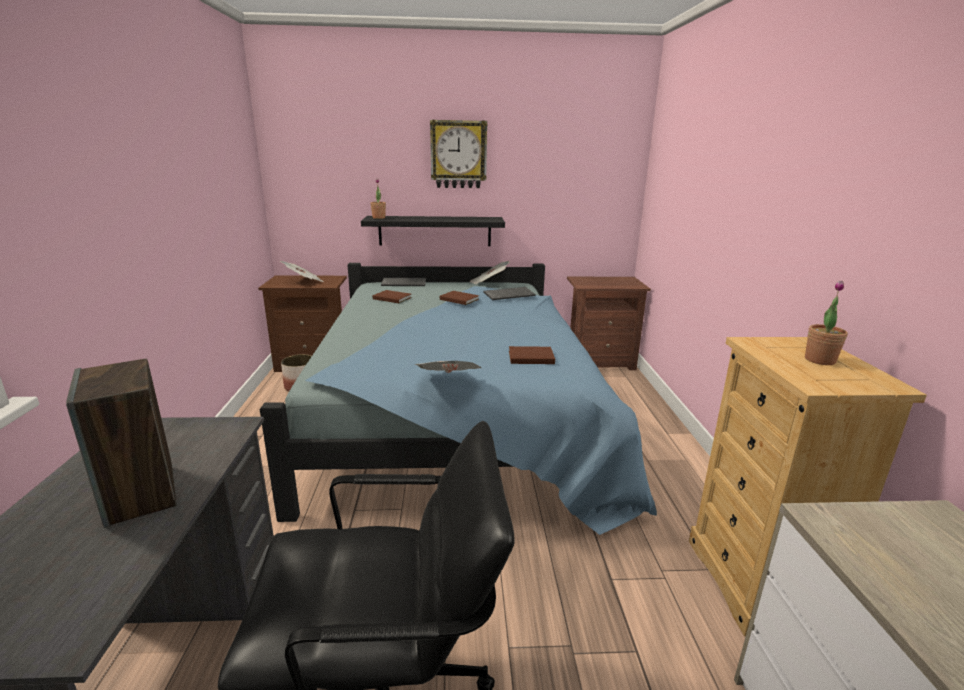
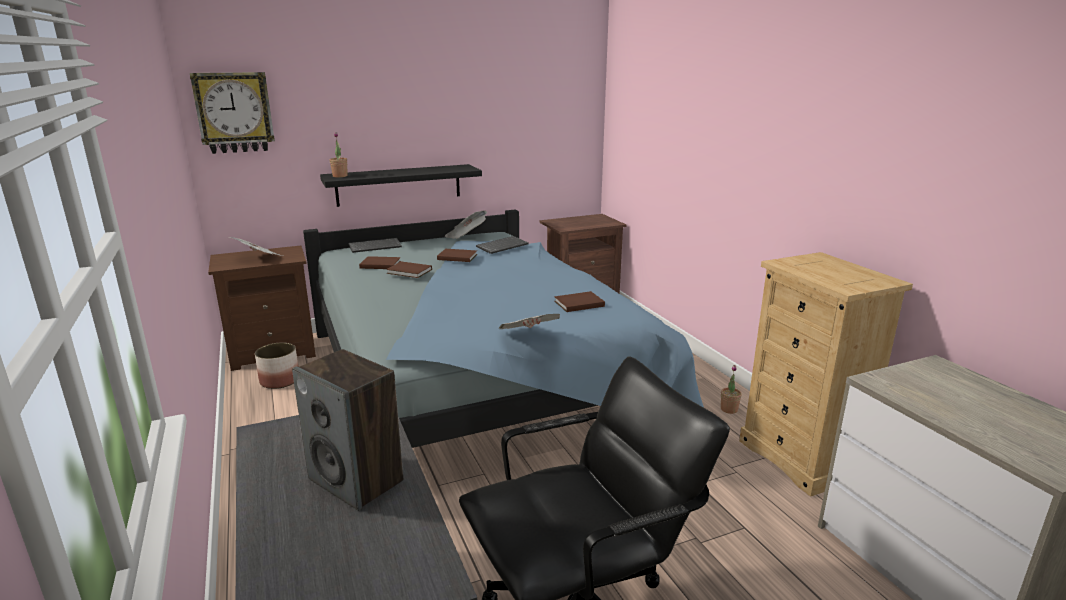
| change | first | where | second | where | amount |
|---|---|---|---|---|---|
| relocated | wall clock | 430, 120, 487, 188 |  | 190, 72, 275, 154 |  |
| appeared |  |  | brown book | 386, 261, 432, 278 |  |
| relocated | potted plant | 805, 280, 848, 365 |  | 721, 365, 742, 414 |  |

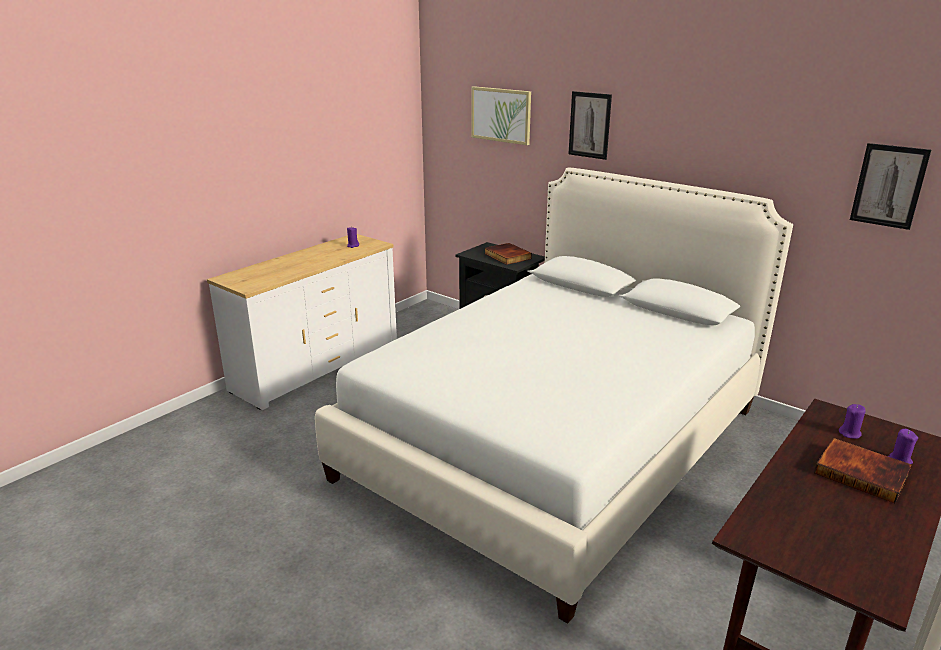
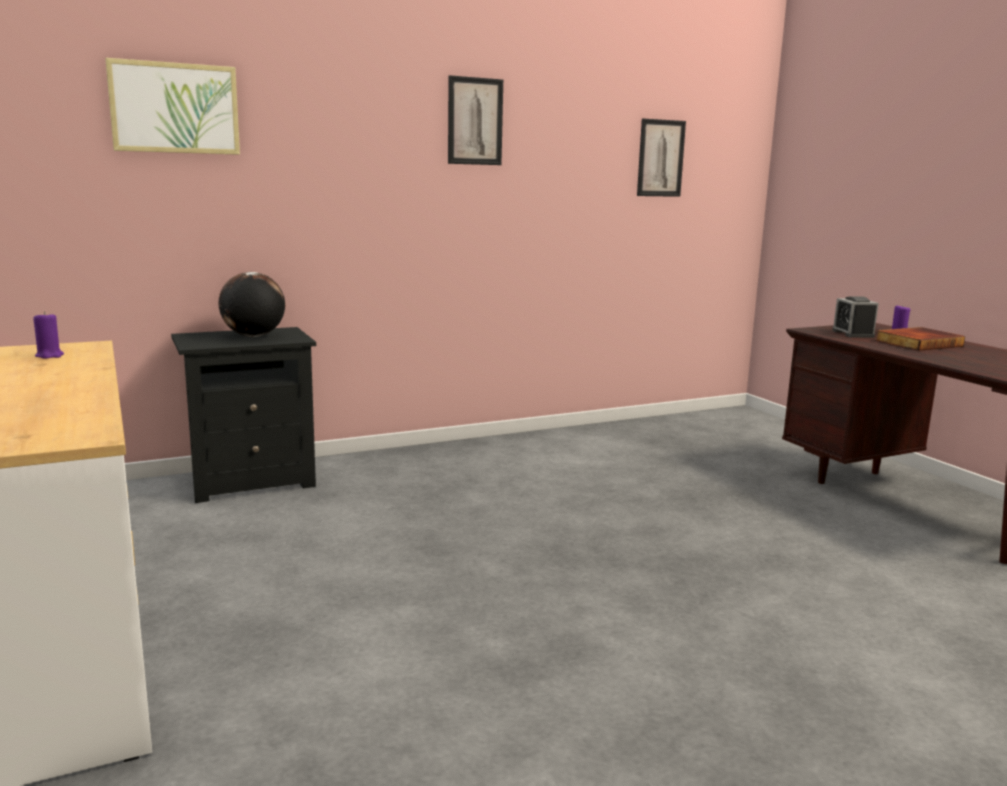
| change | first | where | second | where | amount |
|---|---|---|---|---|---|
| exchanged | book | 484, 243, 532, 265 | globe | 218, 272, 285, 337 |  |
| relocated | picture | 569, 91, 612, 160 |  | 448, 75, 503, 165 |  |
| exchanged | purple candle | 839, 404, 866, 439 | alarm clock | 832, 297, 879, 338 |  |
| missing | white bed | 315, 168, 793, 624 |  |  |  |

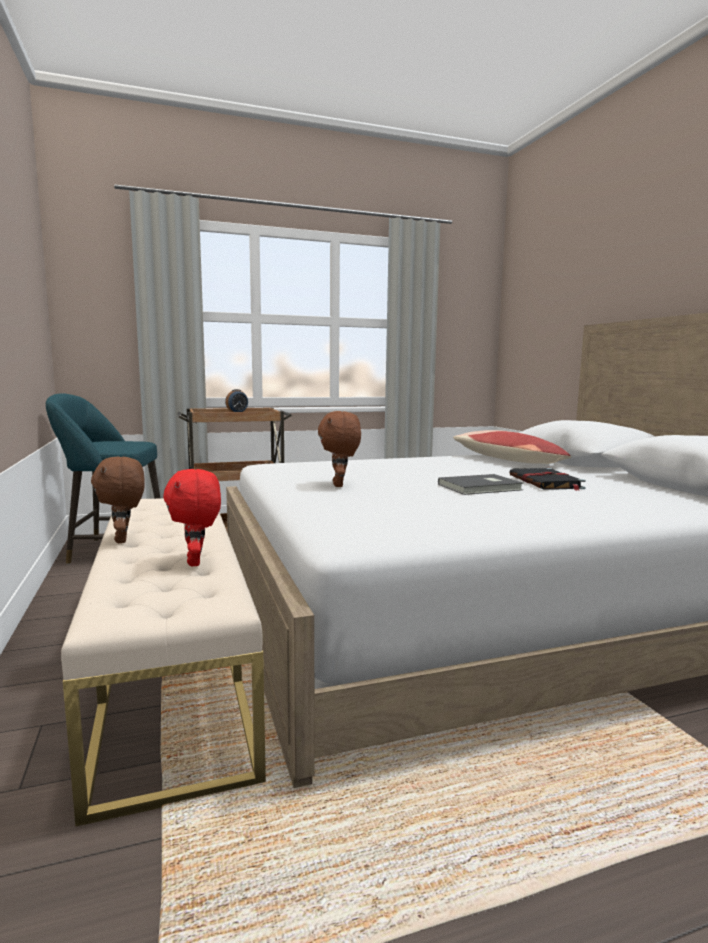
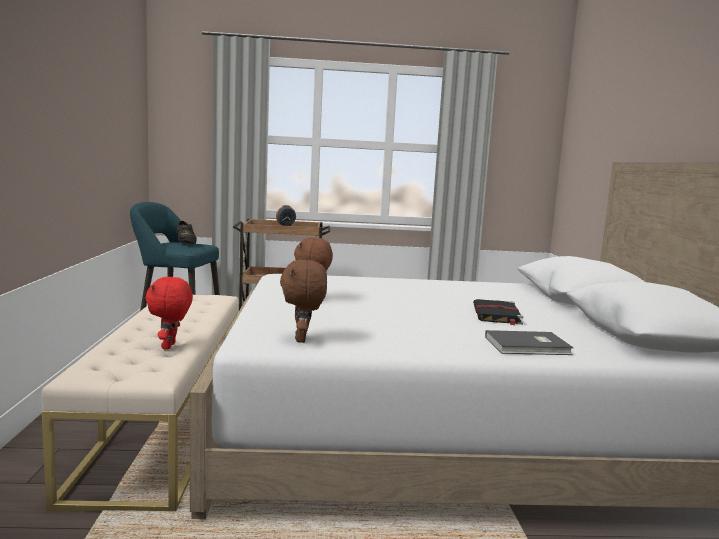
| change | first | where | second | where | amount |
|---|---|---|---|---|---|
| appeared |  |  | black shoe | 176, 221, 197, 244 |  |
| relocated | brown plush toy | 91, 456, 145, 543 |  | 280, 260, 327, 343 |  |
| relocated | grey book | 438, 474, 524, 495 |  | 485, 330, 574, 355 |  |
| missing | pillow | 453, 430, 571, 464 |  |  |  |

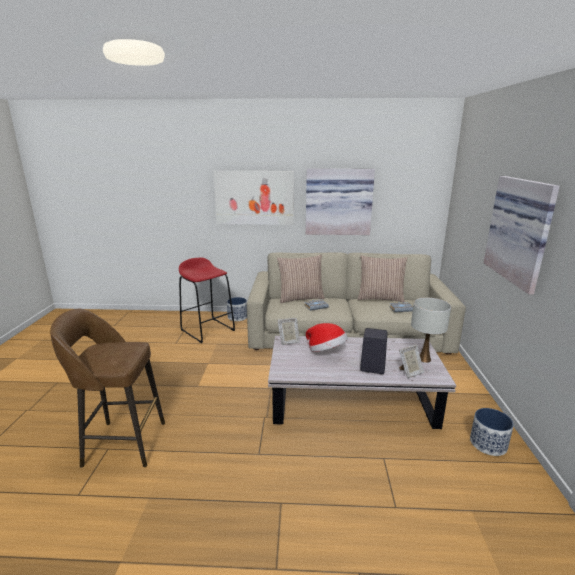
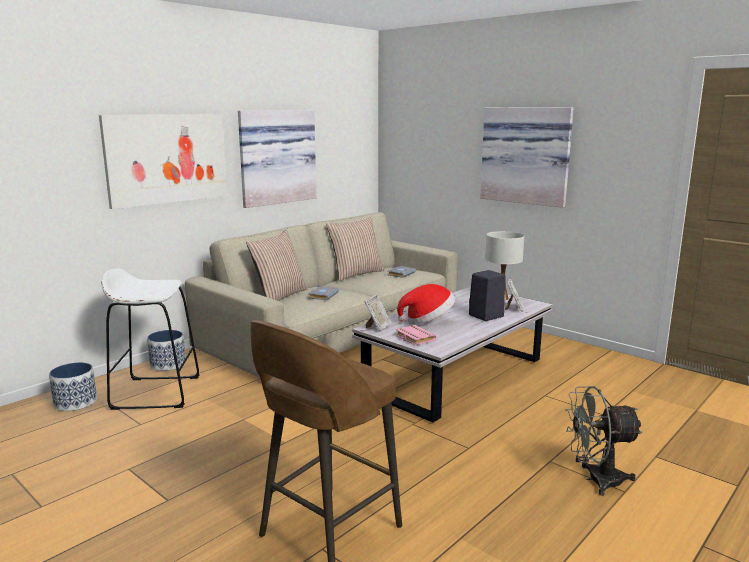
| change | first | where | second | where | amount |
|---|---|---|---|---|---|
| relocated | planter | 470, 408, 514, 456 |  | 49, 362, 97, 411 |  |
| colour | red stool | 179, 258, 235, 343 | white stool | 101, 268, 199, 410 |  |
| appeared |  |  | pink book | 395, 325, 437, 345 |  |
| appeared |  |  | grey fan | 565, 386, 643, 496 |  |

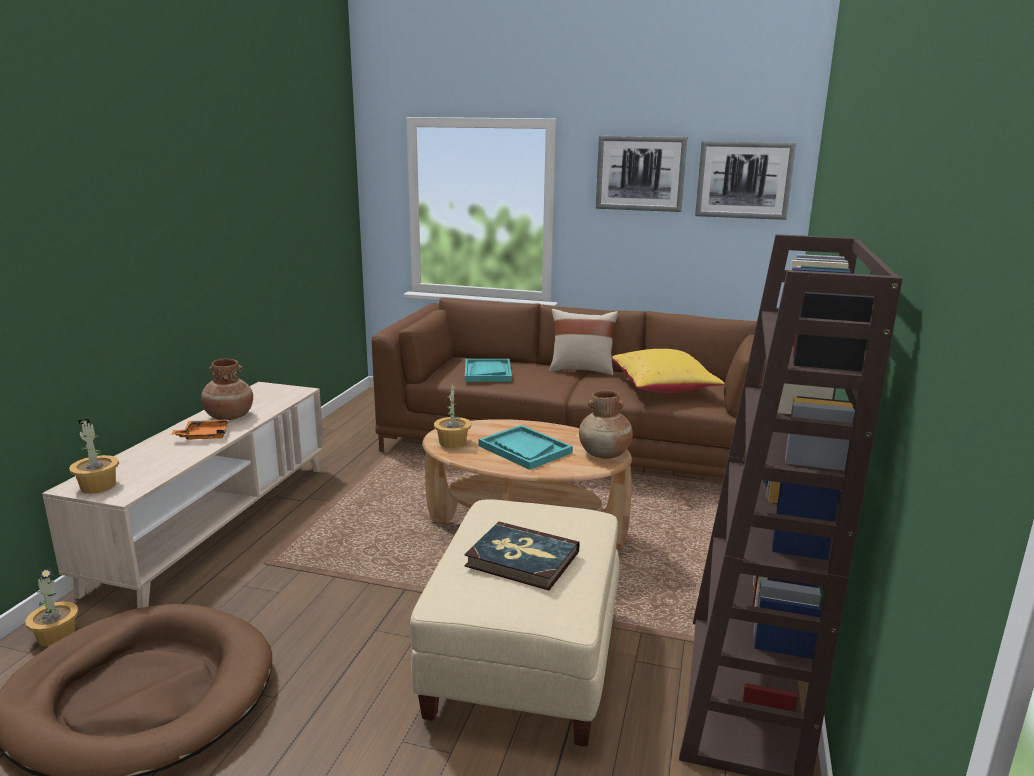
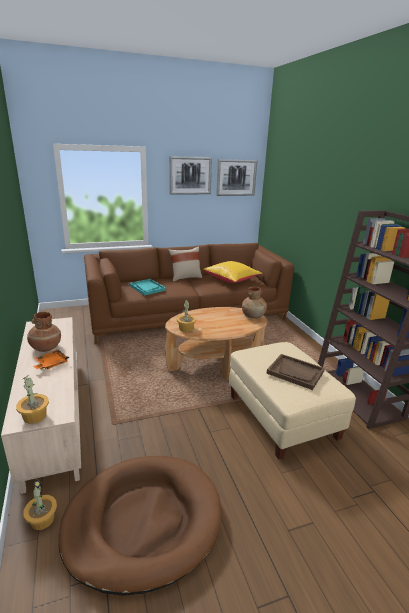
| change | first | where | second | where | amount |
|---|---|---|---|---|---|
| exchanged | book | 464, 522, 580, 590 | brown tray | 266, 354, 325, 390 |  |
| missing | turquoise tray | 479, 425, 573, 470 |  |  |  |

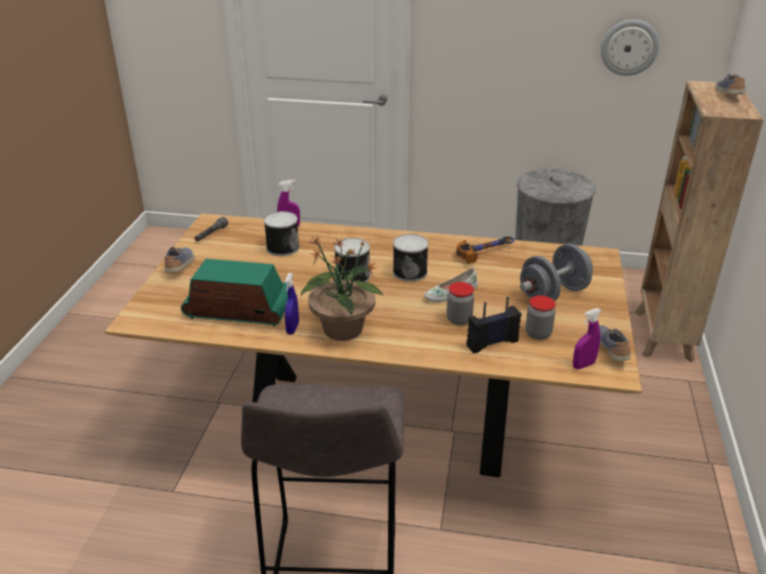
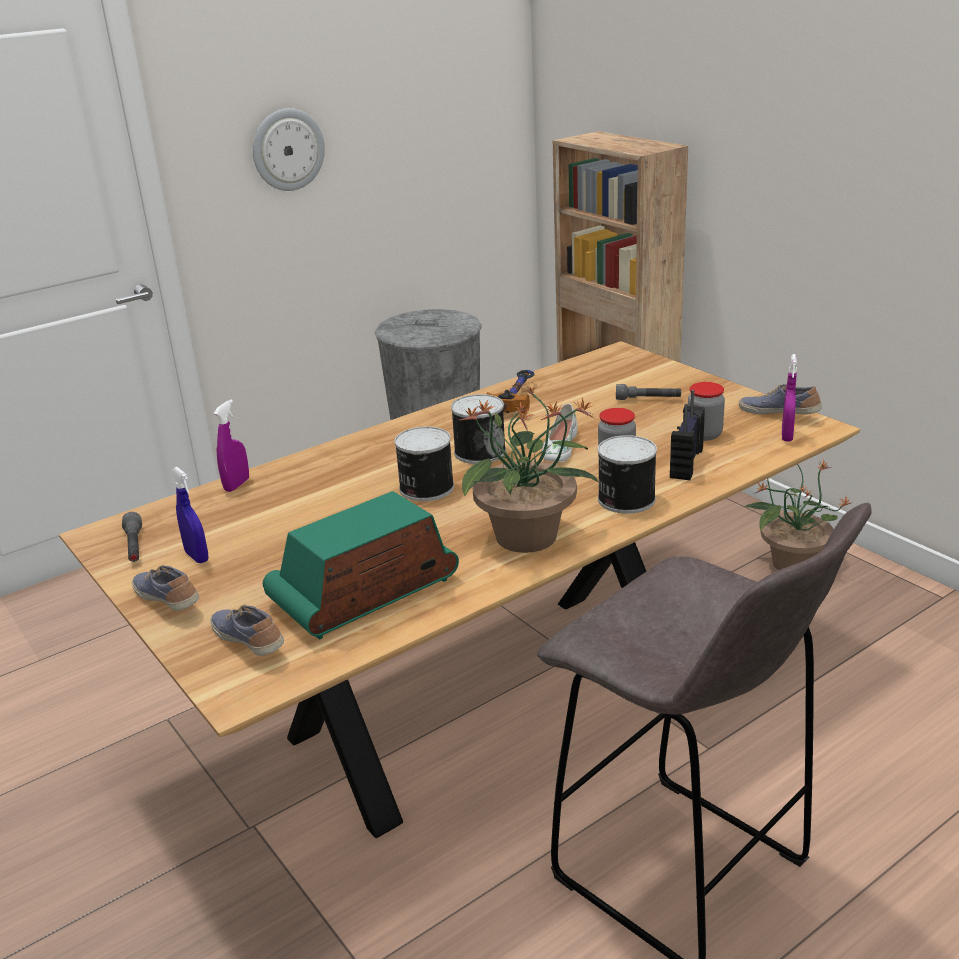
| change | first | where | second | where | amount |
|---|---|---|---|---|---|
| relocated | blue spray bottle | 285, 273, 299, 335 |  | 172, 467, 209, 563 |  |
| relocated | shoe | 715, 74, 745, 94 |  | 210, 604, 284, 656 |  |
| relocated | wall clock | 601, 20, 659, 76 |  | 253, 108, 325, 191 |  |
| relocated | can | 264, 211, 299, 256 |  | 598, 435, 657, 514 |  |
| exchanged | grey dumbbell | 520, 244, 593, 301 | grey flashlight | 616, 384, 681, 400 |  |
| appeared |  |  | potted plant | 744, 459, 851, 570 |  |

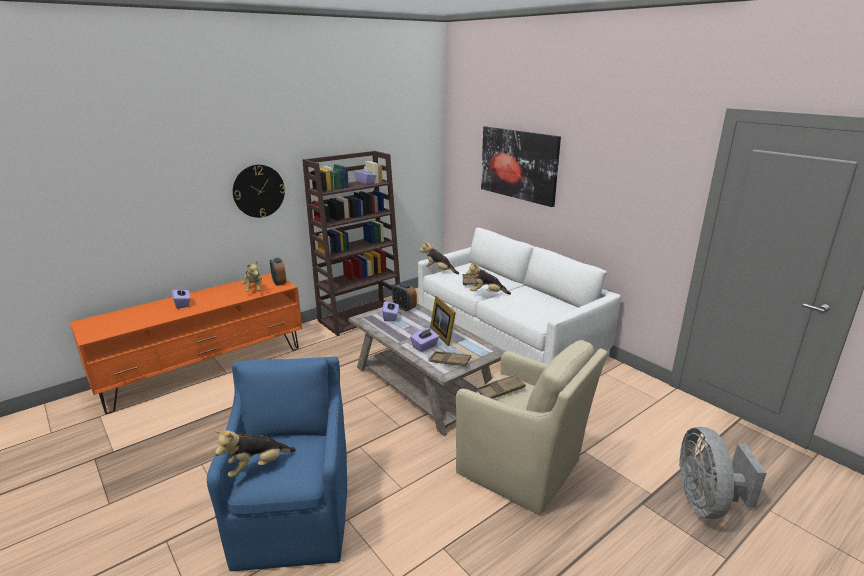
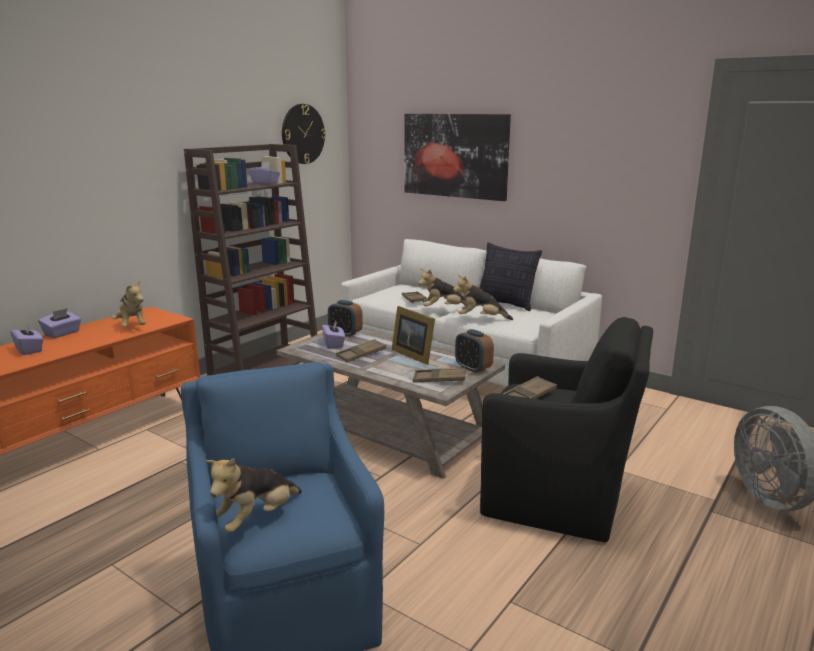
| change | first | where | second | where | amount |
|---|---|---|---|---|---|
| relocated | purple tissue box | 410, 328, 439, 352 |  | 38, 308, 81, 338 |  |
| relocated | wall clock | 233, 165, 285, 218 |  | 282, 104, 326, 164 |  |
| appeared |  |  | brown tray | 336, 339, 386, 362 |  |
| relocated | plush toy | 419, 240, 459, 274 |  | 453, 275, 513, 320 |  |
| relocated | alarm clock | 270, 258, 286, 286 |  | 455, 329, 494, 373 |  |
| appeared |  |  | pillow | 479, 242, 542, 311 |  |
| colour | beige armchair | 456, 340, 608, 514 | black armchair | 480, 317, 653, 542 |  |

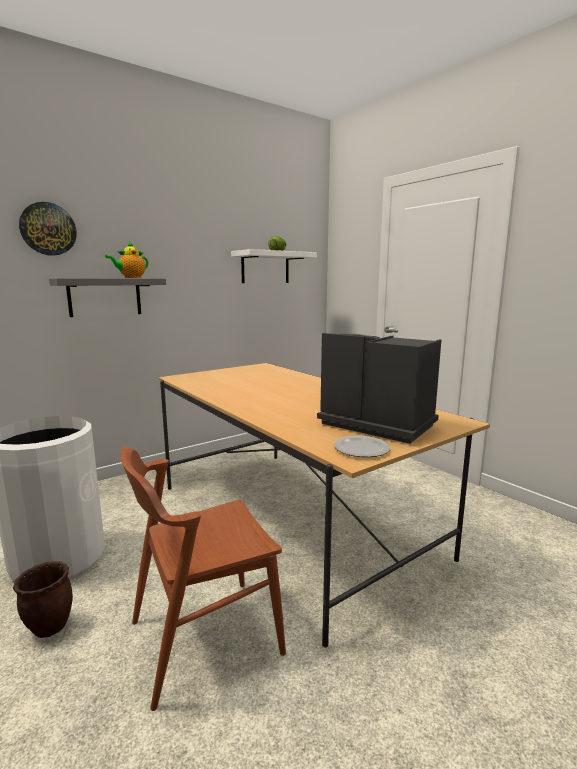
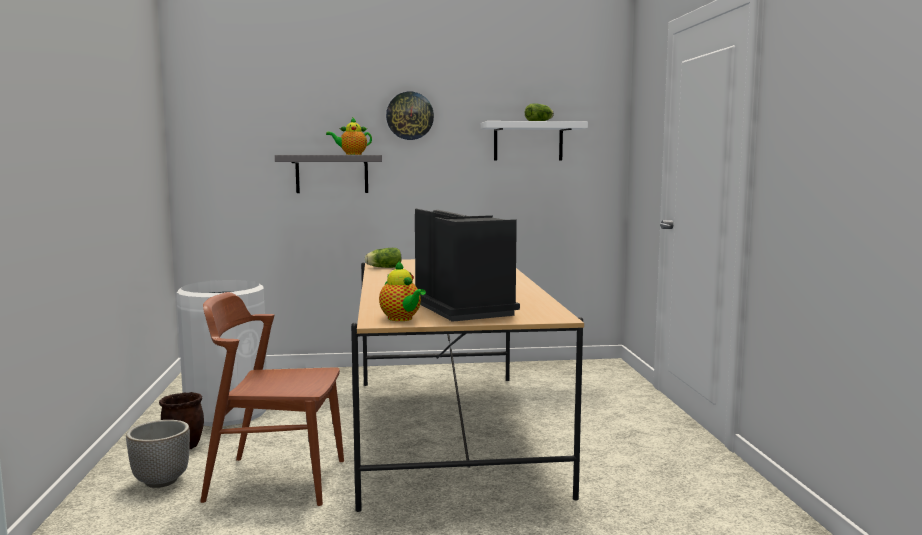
| change | first | where | second | where | amount |
|---|---|---|---|---|---|
| appeared |  |  | planter | 126, 420, 190, 488 |  |
| appeared |  |  | lettuce | 365, 248, 401, 268 |  |
| exchanged | plate | 334, 436, 390, 457 | teapot | 379, 261, 426, 321 |  |
| relocated | wall clock | 19, 202, 77, 256 |  | 386, 92, 434, 140 |  |

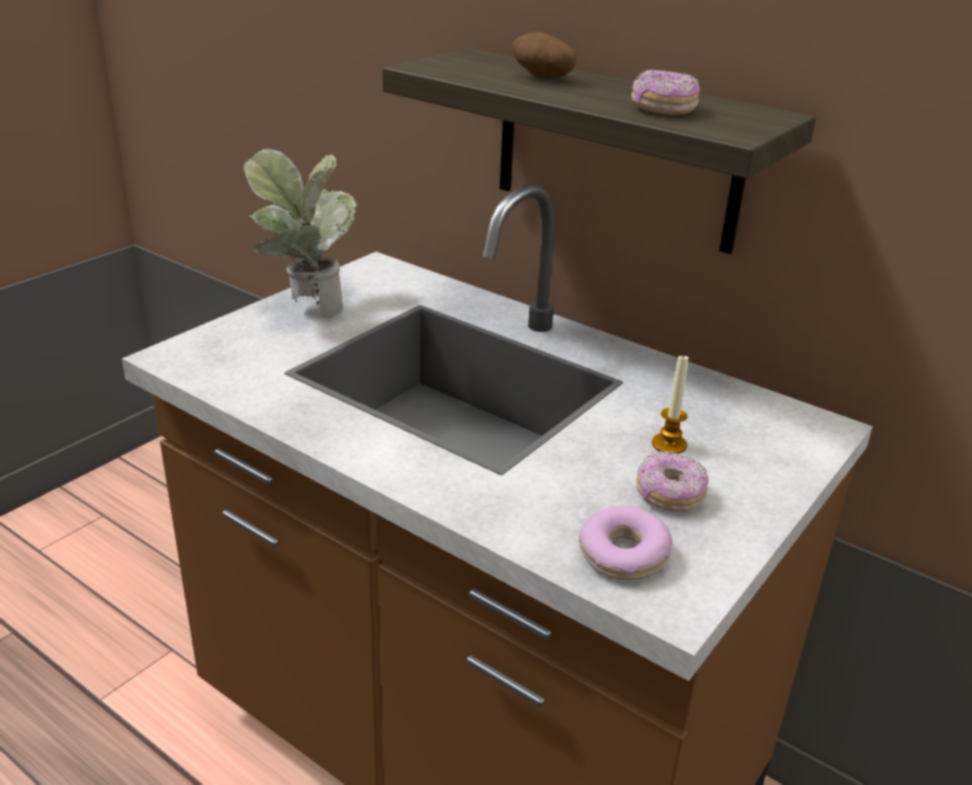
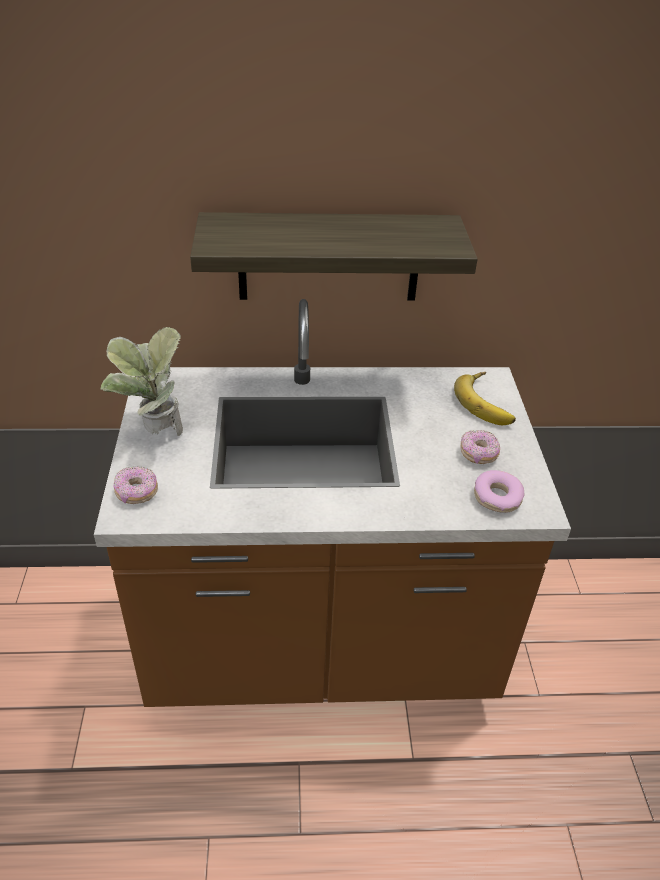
| change | first | where | second | where | amount |
|---|---|---|---|---|---|
| relocated | donut | 631, 69, 700, 115 |  | 113, 467, 158, 504 |  |
| appeared |  |  | banana | 454, 372, 516, 425 |  |
| missing | potato | 512, 32, 576, 79 |  |  |  |
| missing | candle | 652, 354, 689, 454 |  |  |  |

